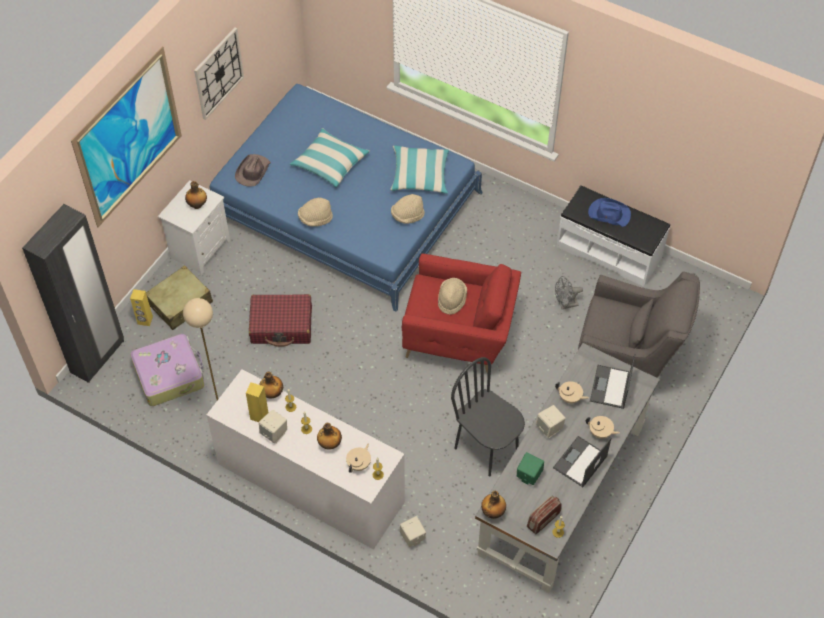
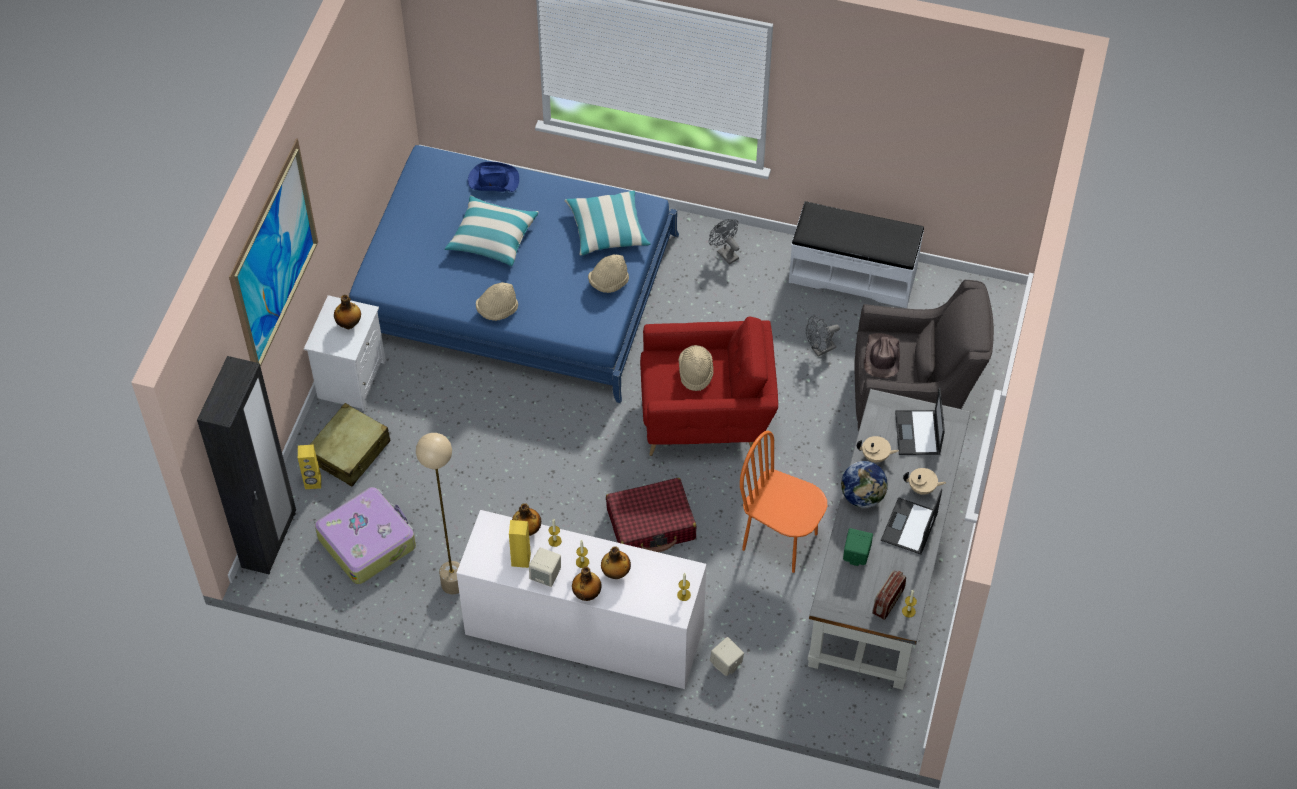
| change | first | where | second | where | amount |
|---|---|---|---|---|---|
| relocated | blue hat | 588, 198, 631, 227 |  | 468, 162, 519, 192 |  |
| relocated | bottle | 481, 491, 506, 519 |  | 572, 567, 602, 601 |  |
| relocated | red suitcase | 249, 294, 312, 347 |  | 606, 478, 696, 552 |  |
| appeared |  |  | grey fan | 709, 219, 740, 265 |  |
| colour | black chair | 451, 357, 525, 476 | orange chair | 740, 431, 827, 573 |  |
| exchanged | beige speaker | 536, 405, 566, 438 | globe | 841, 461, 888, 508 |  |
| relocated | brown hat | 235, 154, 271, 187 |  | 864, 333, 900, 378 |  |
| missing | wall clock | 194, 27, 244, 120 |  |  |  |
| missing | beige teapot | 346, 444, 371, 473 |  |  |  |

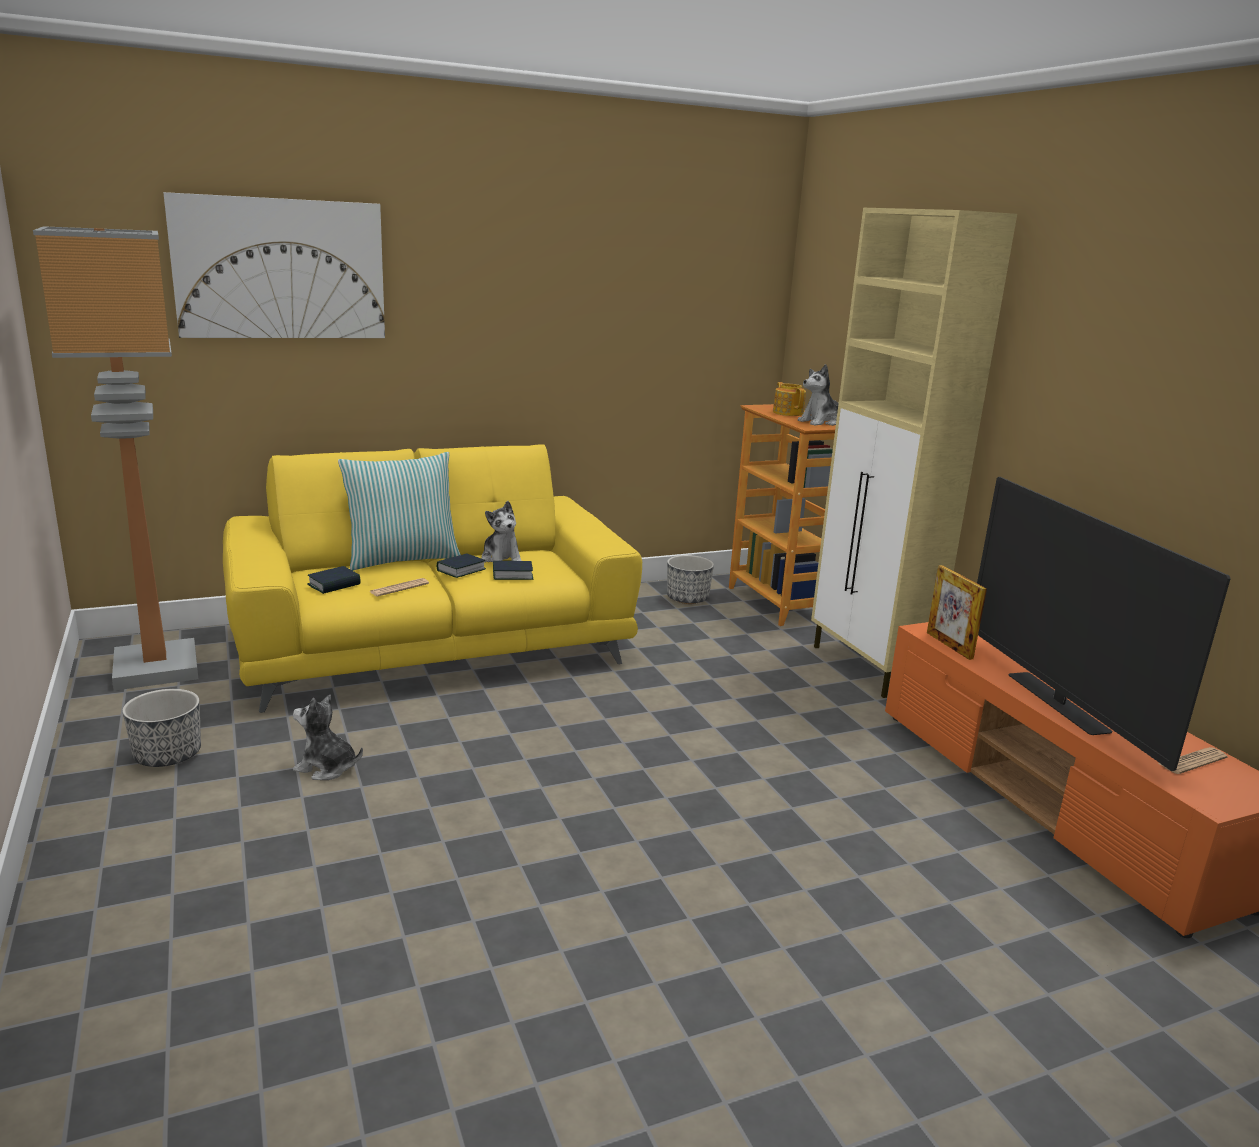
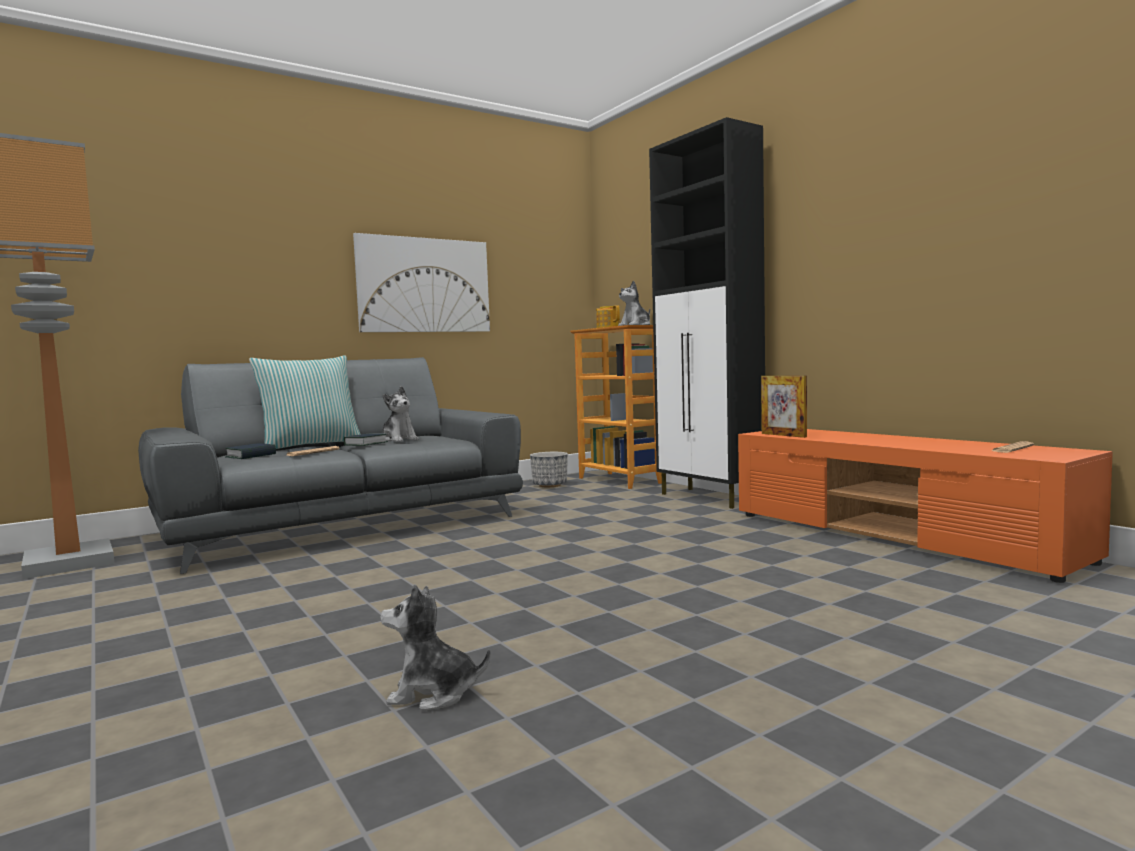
| change | first | where | second | where | amount |
|---|---|---|---|---|---|
| colour | yellow sofa | 223, 445, 642, 713 | grey sofa | 138, 357, 523, 574 |  |
| relocated | picture | 163, 192, 385, 338 |  | 353, 233, 490, 332 |  |
| relocated | plush toy | 293, 695, 363, 780 |  | 380, 584, 491, 711 |  |
| colour | beige cabinet | 811, 208, 1017, 698 | black cabinet | 649, 117, 765, 509 |  |
| missing | planter | 122, 689, 201, 767 |  |  |  |
| missing | book | 493, 561, 533, 580 |  |  |  |
| missing | television | 977, 477, 1231, 771 |  |  |  |

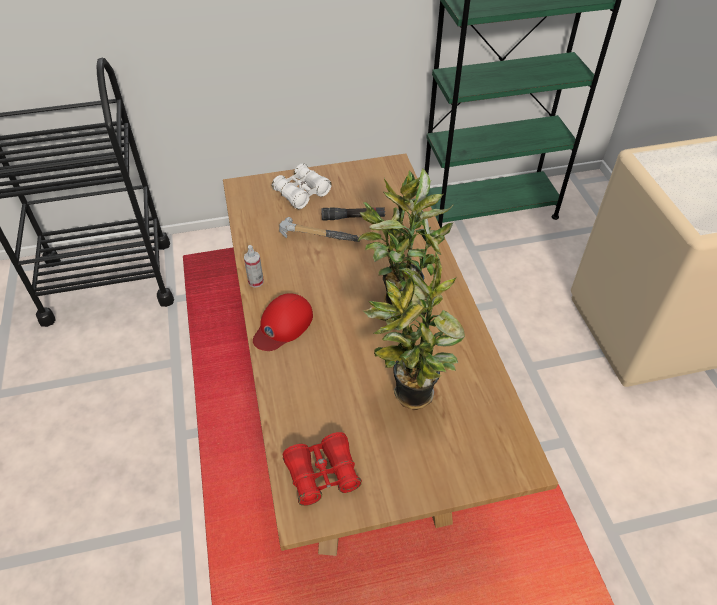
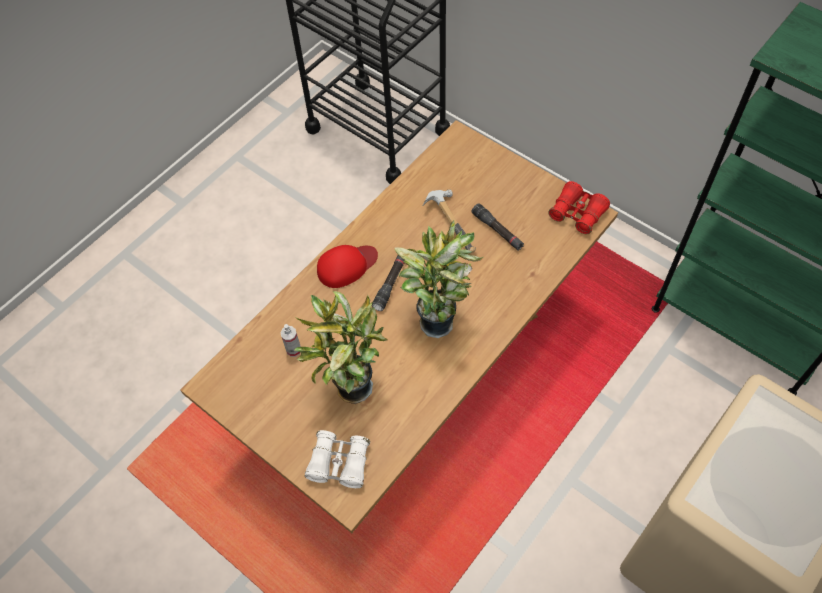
| change | first | where | second | where | amount |
|---|---|---|---|---|---|
| relocated | spray bottle | 244, 245, 264, 288 |  | 280, 324, 301, 357 |  |
| relocated | white binoculars | 272, 163, 332, 209 |  | 305, 430, 370, 488 |  |
| spun | red cap | 253, 293, 313, 351 |  | 317, 245, 378, 288 | 150 degrees clockwise |
| appeared |  |  | black flashlight | 372, 255, 405, 311 |  |
| relocated | red binoculars | 283, 432, 362, 506 |  | 548, 181, 610, 234 |  |

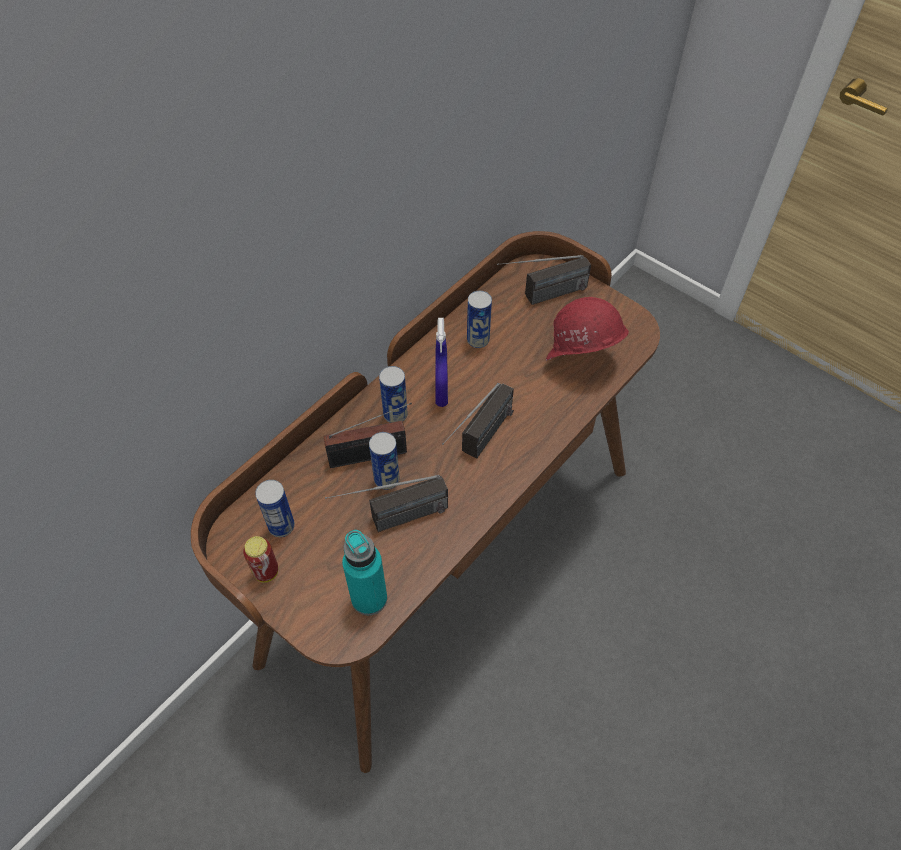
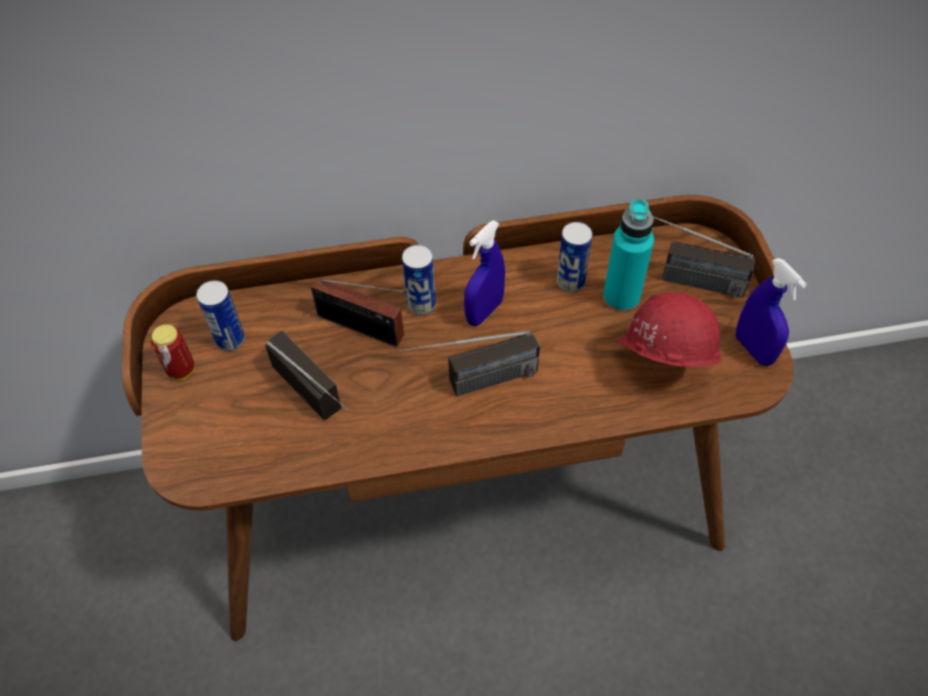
| change | first | where | second | where | amount |
|---|---|---|---|---|---|
| spun | radio | 325, 475, 448, 532 |  | 265, 330, 348, 420 | 150 degrees counterclockwise |
| relocated | turquoise bottle | 342, 530, 387, 615 |  | 603, 199, 654, 312 |  |
| appeared |  |  | blue spray bottle | 736, 258, 807, 366 |  |
| missing | can | 369, 432, 400, 490 |  |  |  |

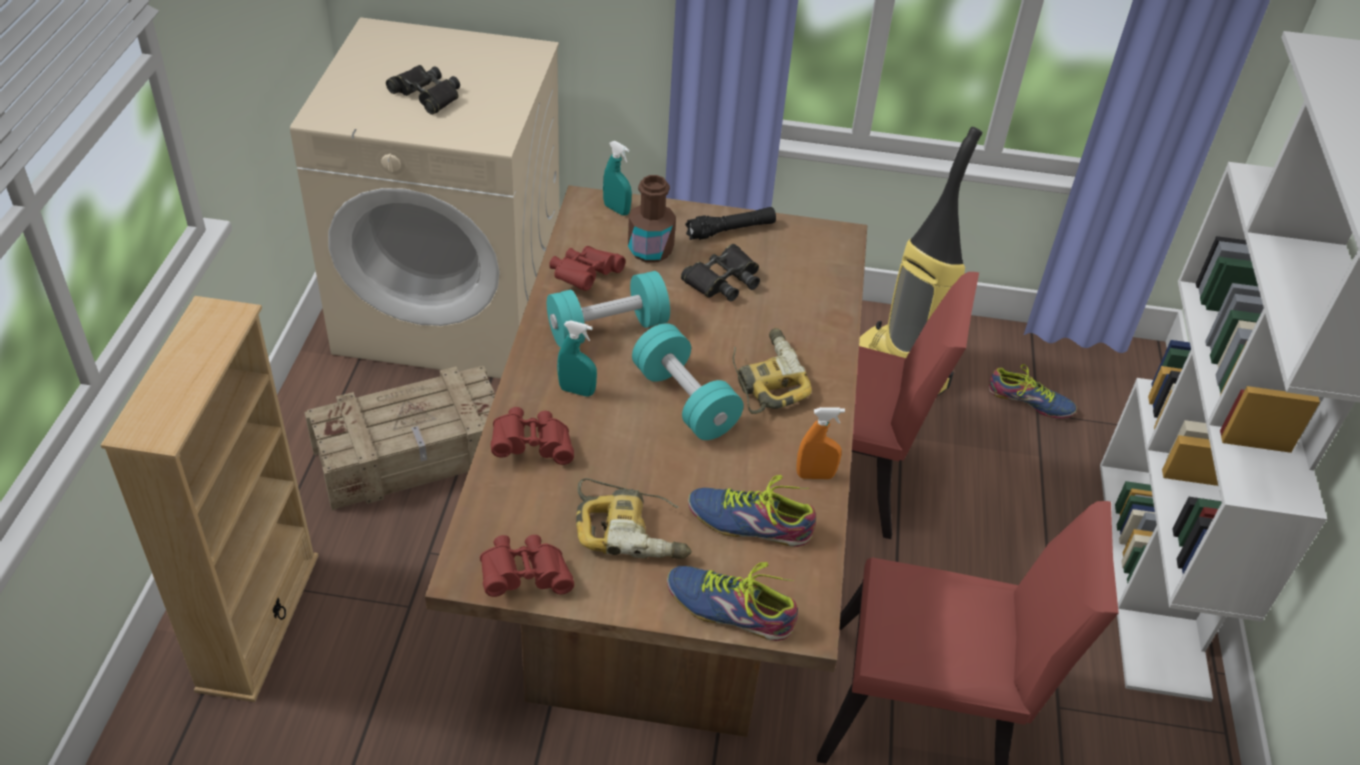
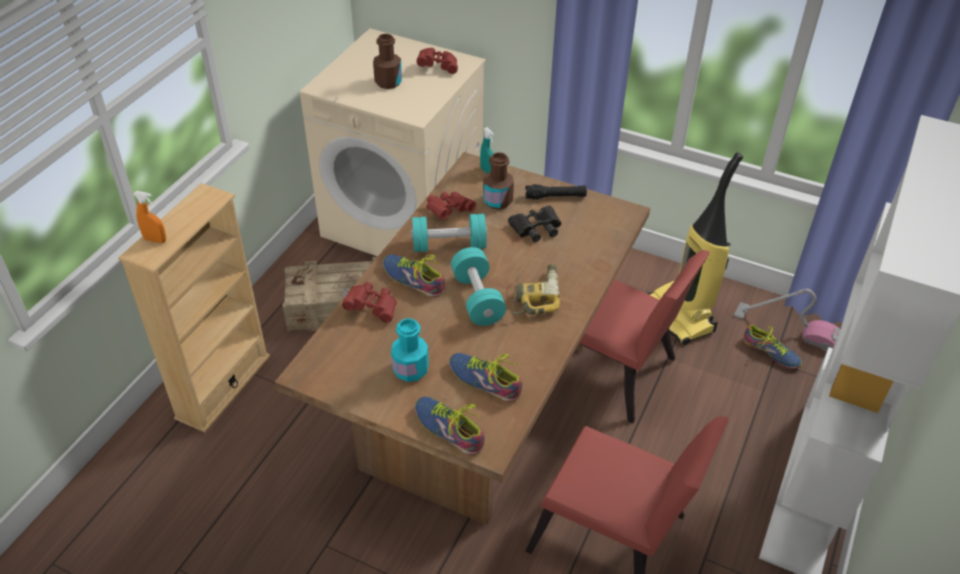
| change | first | where | second | where | amount |
|---|---|---|---|---|---|
| relocated | orange spray bottle | 797, 407, 845, 479 |  | 133, 191, 166, 243 |  |
| exchanged | black binoculars | 386, 65, 460, 115 | brown bottle | 373, 34, 402, 89 |  |
| exchanged | turquoise spray bottle | 557, 320, 597, 397 | shoe | 383, 254, 445, 297 |  |
| exchanged | power drill | 576, 478, 692, 559 | turquoise bottle | 391, 318, 429, 382 |  |
| relocated | red binoculars | 480, 535, 574, 597 |  | 417, 48, 458, 74 |  |
| appeared |  |  | vacuum cleaner | 734, 289, 840, 352 |  |

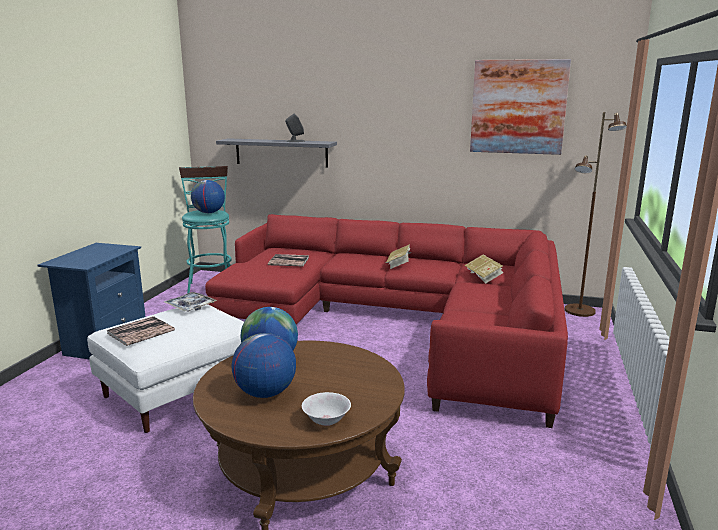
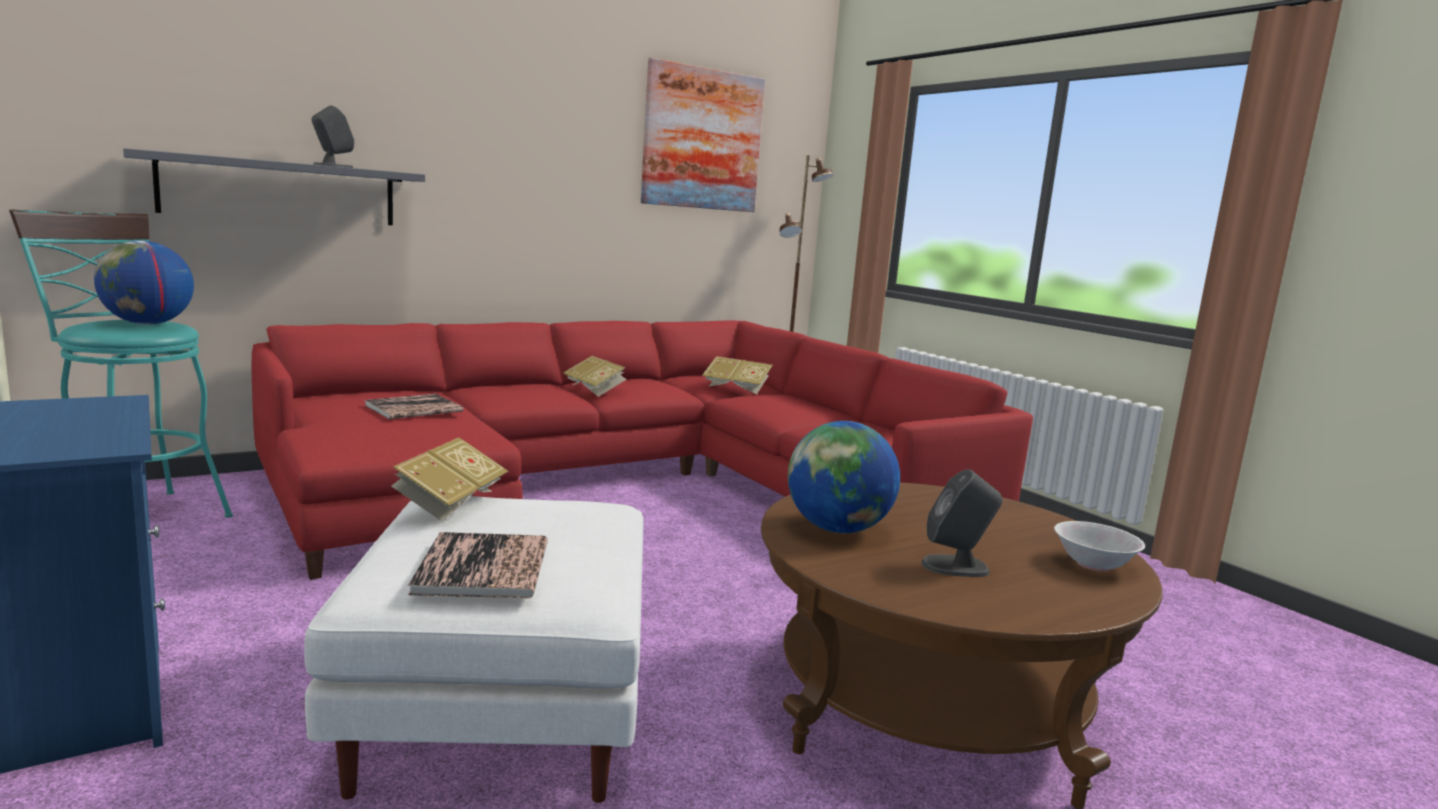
| change | first | where | second | where | amount |
|---|---|---|---|---|---|
| exchanged | tray | 164, 292, 217, 312 | book | 391, 438, 508, 522 |  |
| exchanged | globe | 232, 333, 296, 398 | grey speaker | 921, 469, 1002, 577 |  |

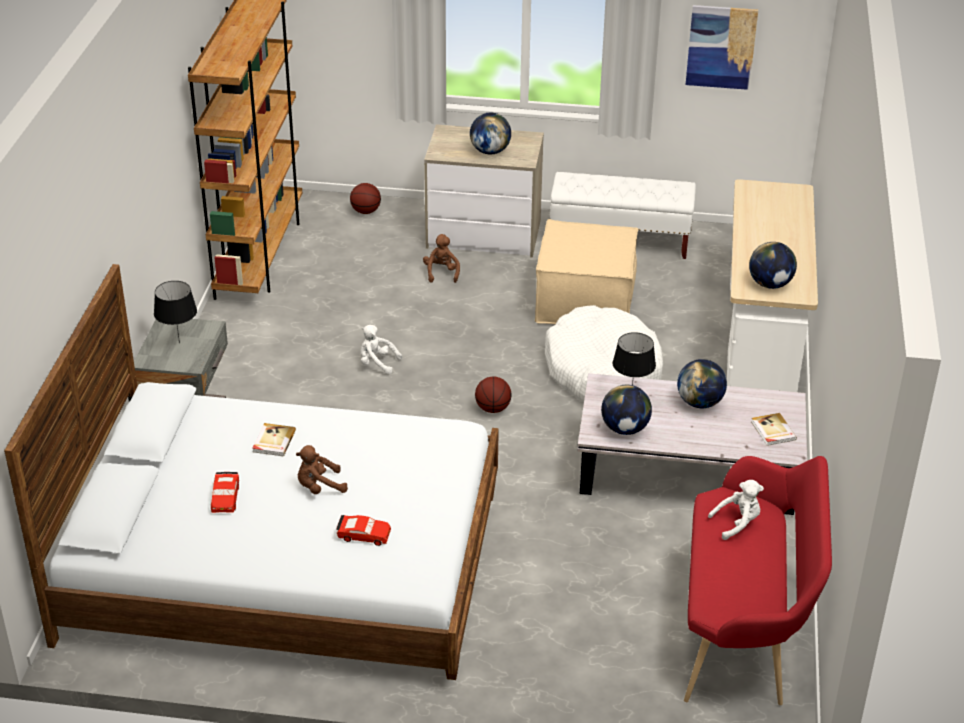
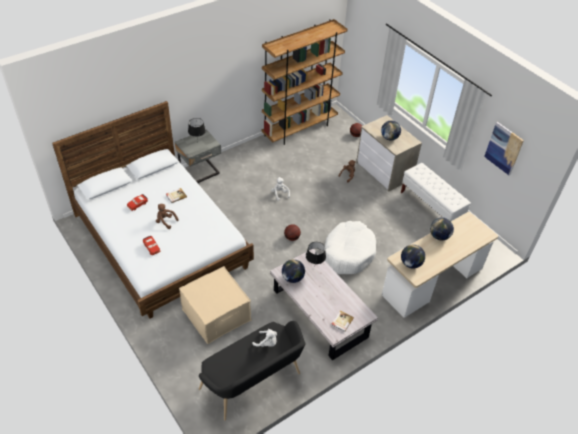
| change | first | where | second | where | amount |
|---|---|---|---|---|---|
| relocated | beige ottoman | 535, 219, 638, 324 |  | 179, 266, 251, 344 |  |
| colour | red bench | 684, 456, 832, 705 | black bench | 199, 321, 305, 421 |  |
| relocated | globe | 677, 359, 727, 408 |  | 430, 218, 454, 240 |  |

